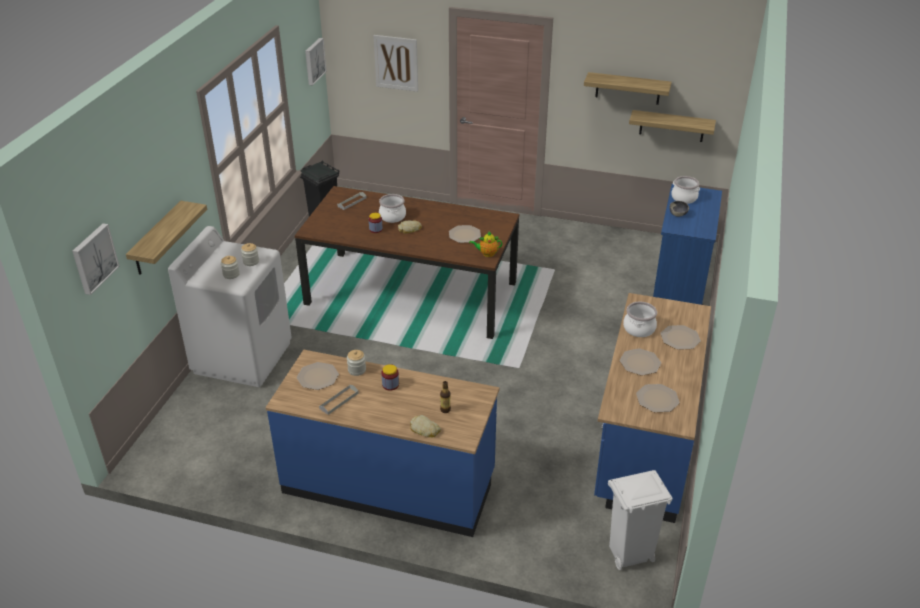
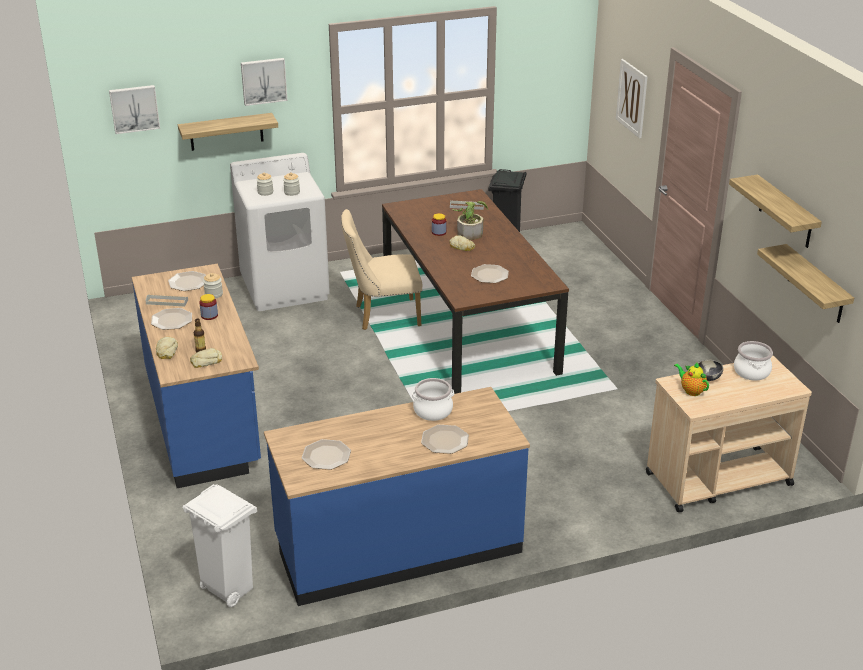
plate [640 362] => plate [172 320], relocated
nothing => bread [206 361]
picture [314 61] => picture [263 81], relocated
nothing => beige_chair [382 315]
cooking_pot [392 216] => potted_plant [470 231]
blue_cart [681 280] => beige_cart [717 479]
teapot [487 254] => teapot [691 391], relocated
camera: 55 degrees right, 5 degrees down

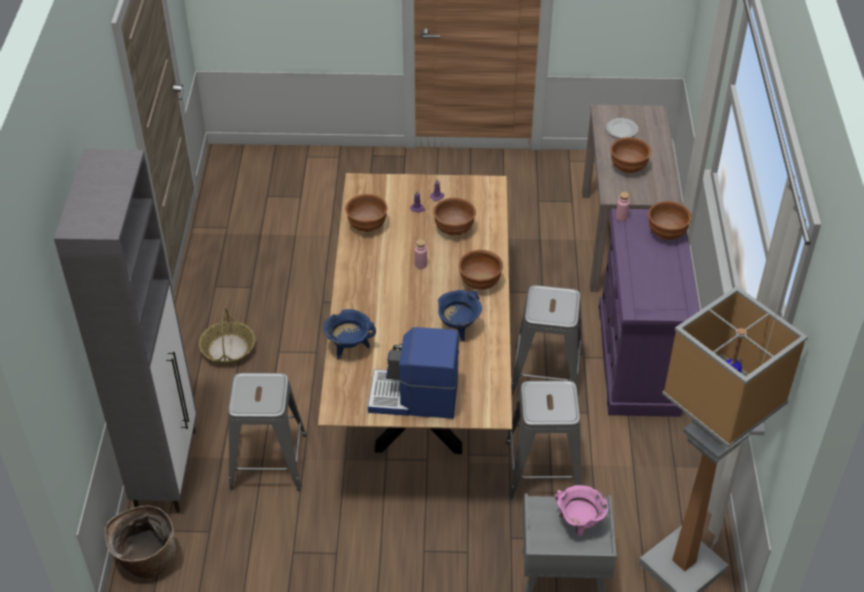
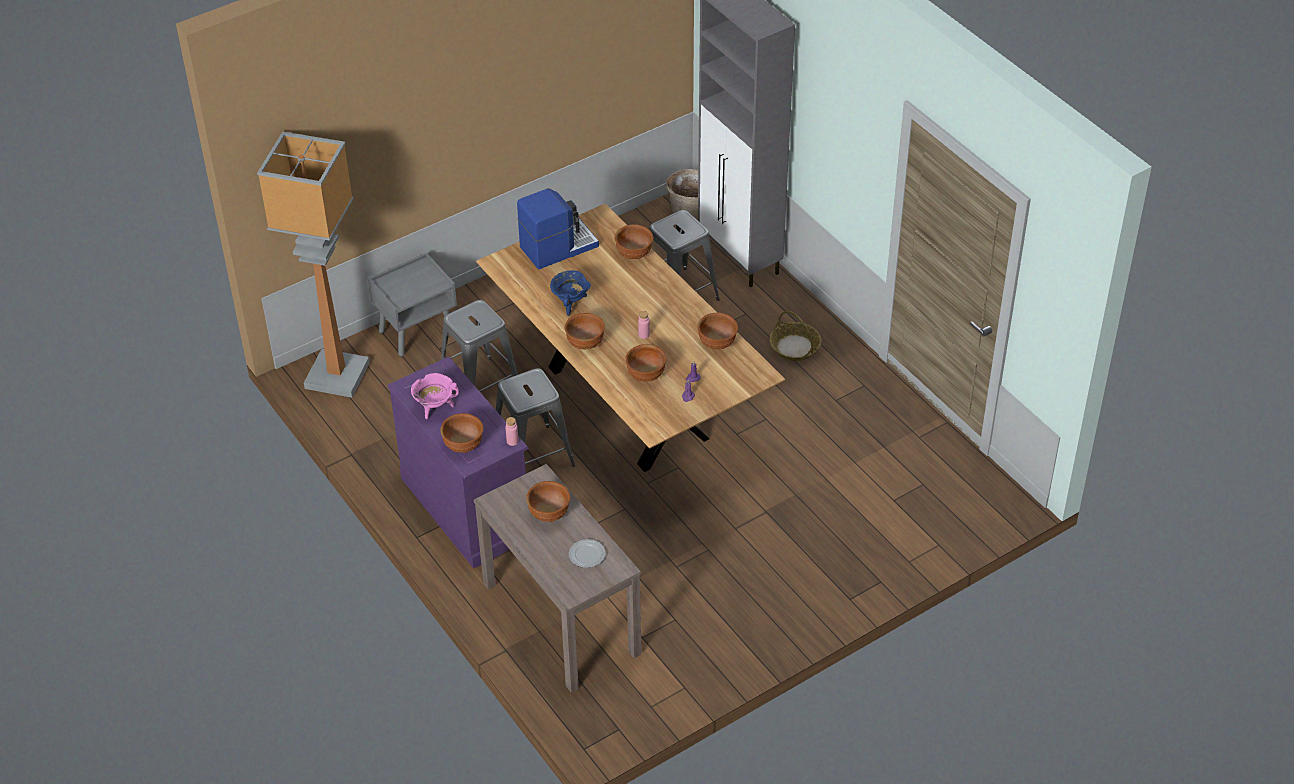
pink_cooking_pot [579 524] => pink_cooking_pot [435 408], relocated
blue_cooking_pot [349 347] => brown_bowl [634 254]
camera: 145 degrees right, 0 degrees up

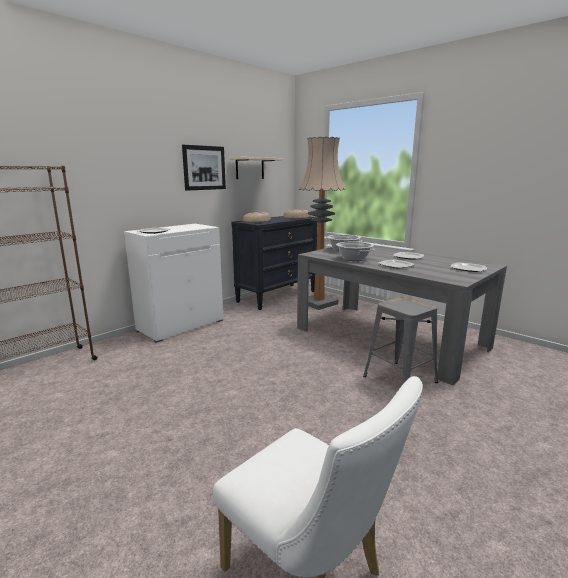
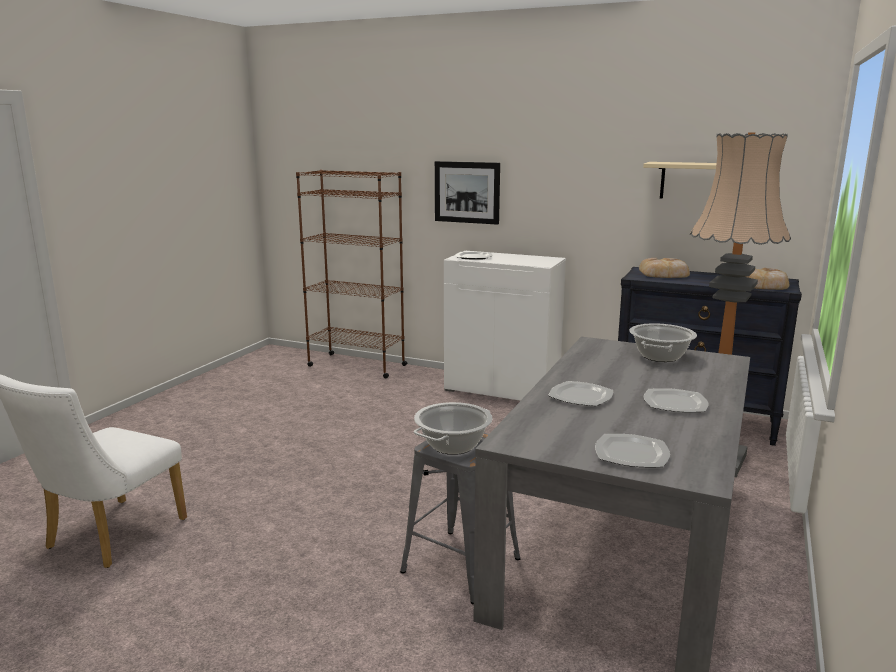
cooking_pot [354 259] => cooking_pot [453 445], relocated
picture [204 168] => picture [467 192], relocated
camera: 70 degrees right, 0 degrees up

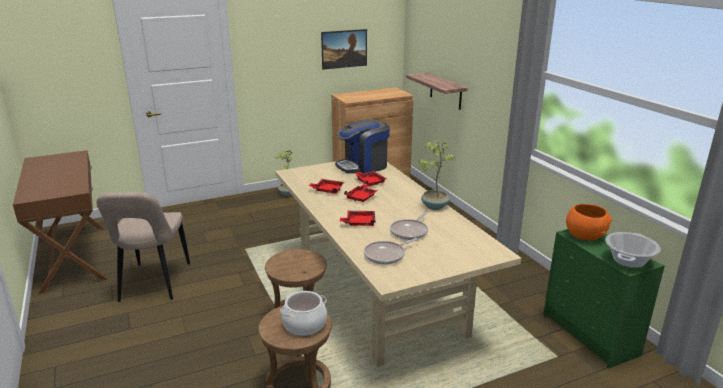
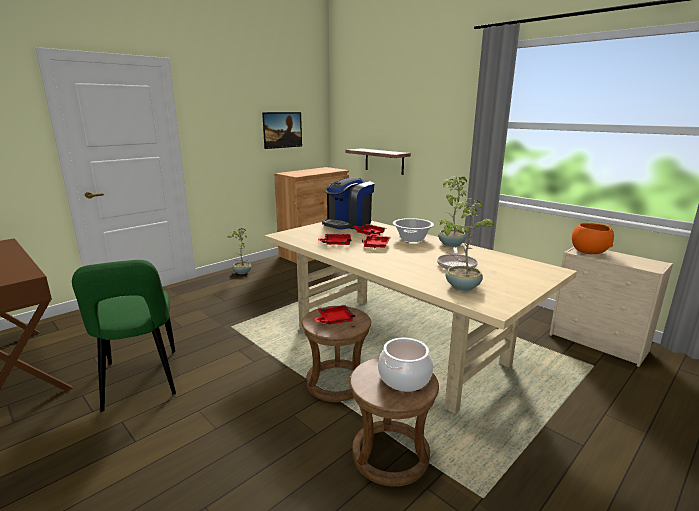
beige_chair [154 284] => green_chair [140 382]
red_tray [359 223] => red_tray [334 320], relocated
cooking_pot [628 261] => cooking_pot [412 238], relocated
frying_pan [386 255] => potted_plant [462 286]
green_dresser [590 335] => beige_dresser [599 343]
camera: 20 degrees left, 5 degrees down

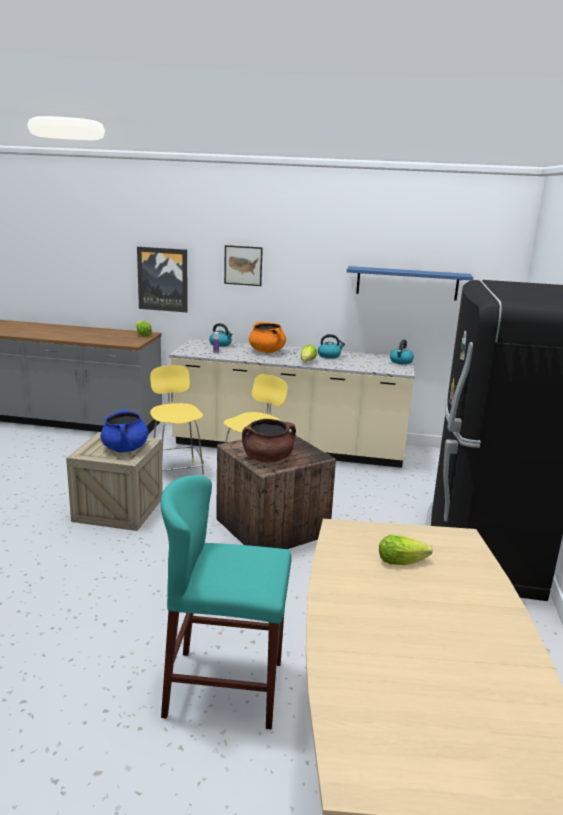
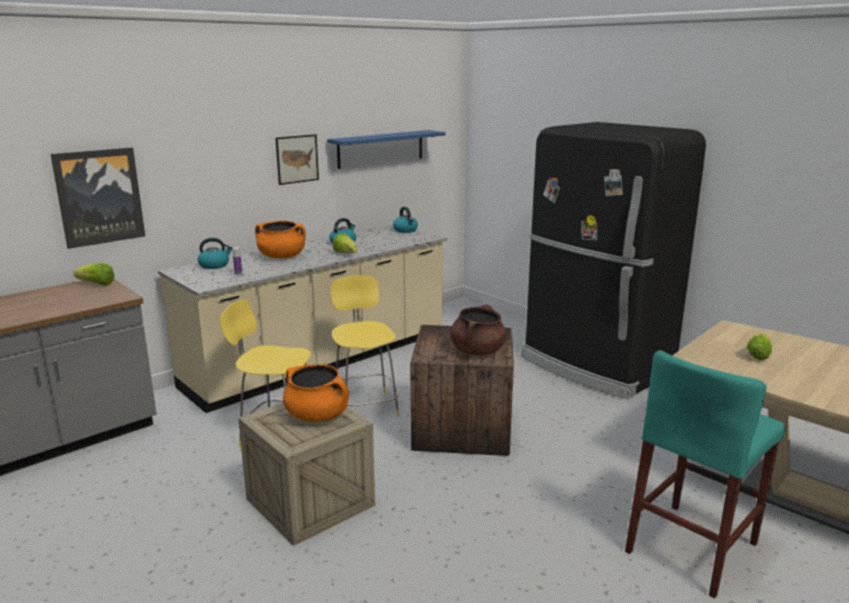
picture [243 265] => picture [297 159], relocated
blue_cooking_pot [125 449] => orange_cooking_pot [317 415]
camera: 50 degrees left, 0 degrees up

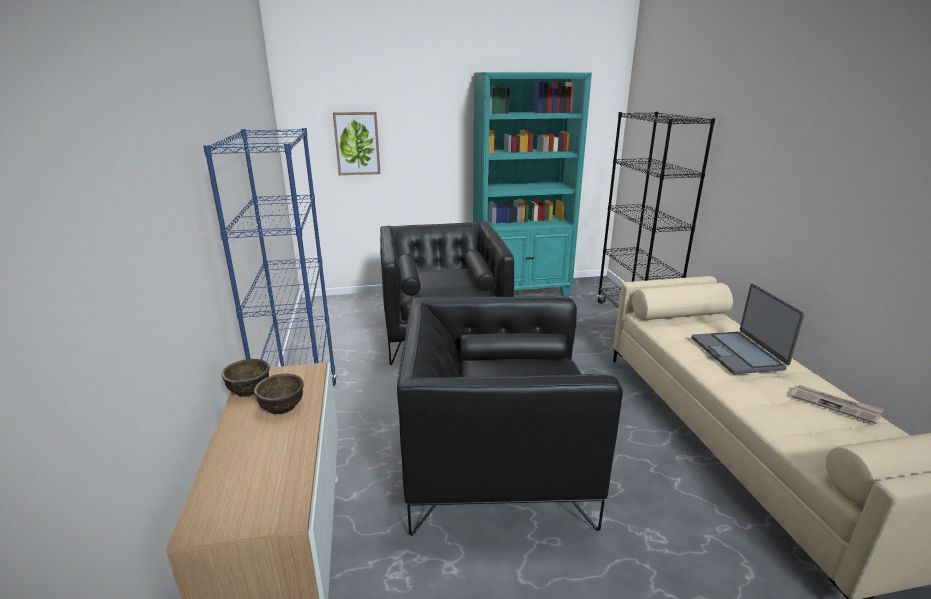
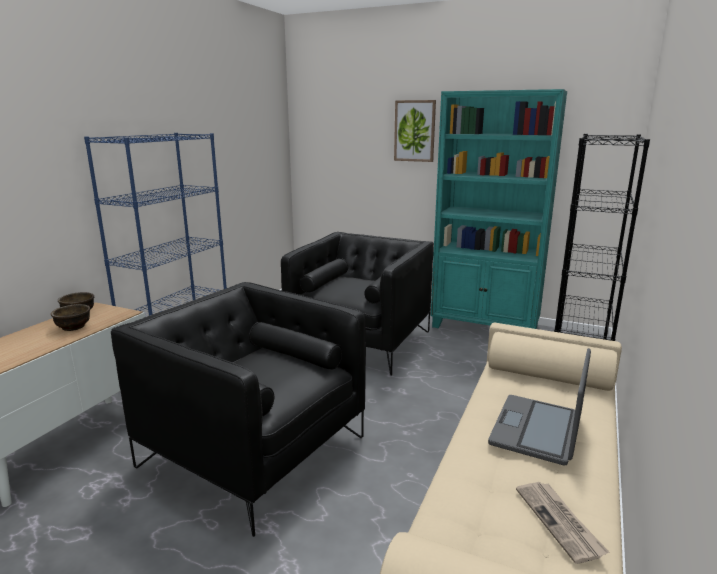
picture [357 143] => picture [414 131], relocated
camera: 35 degrees right, 5 degrees down

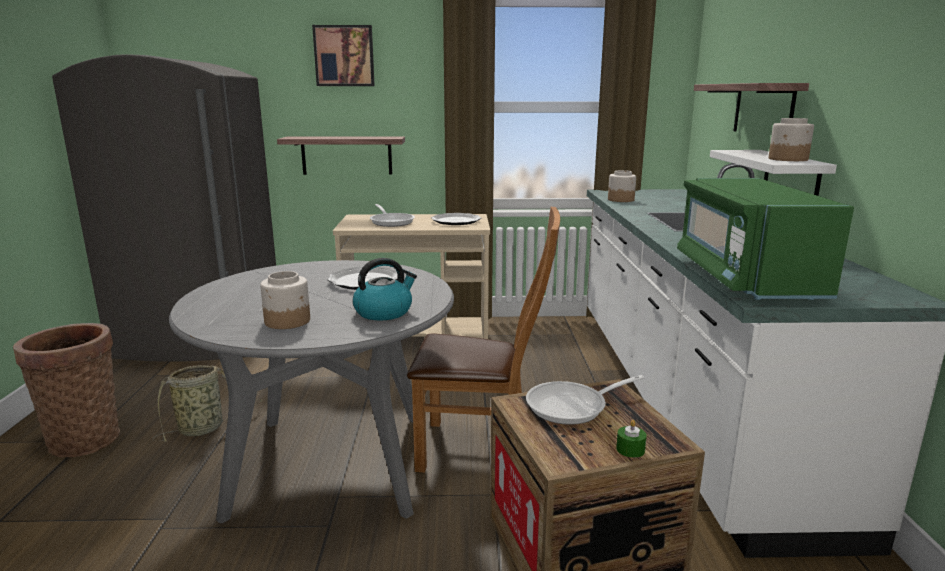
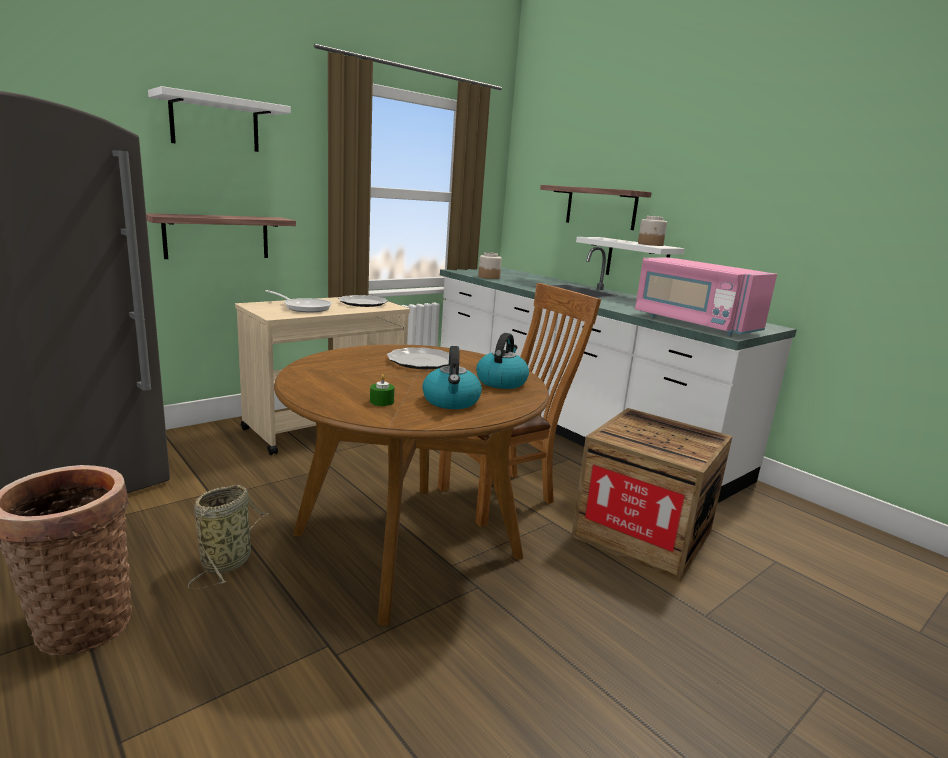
picture [344 56] => white_shelf [215 123]
grey_dining_table [331 463] => brown_dining_table [407 544]
green_candle [630 449] => green_candle [382 401], relocated
jar [288 321] => kettle [451 401]
green_microwave [745 277] => pink_microwave [693 324]
frying_pan [573 407] => nothing
camera: 40 degrees left, 0 degrees up

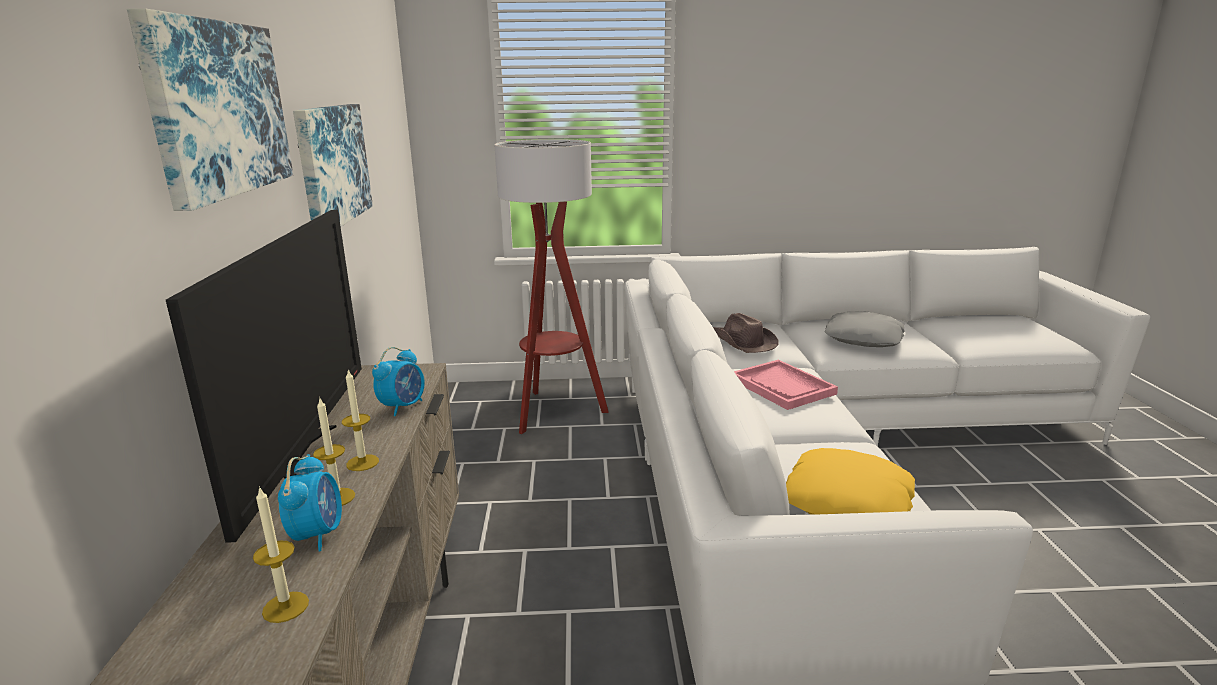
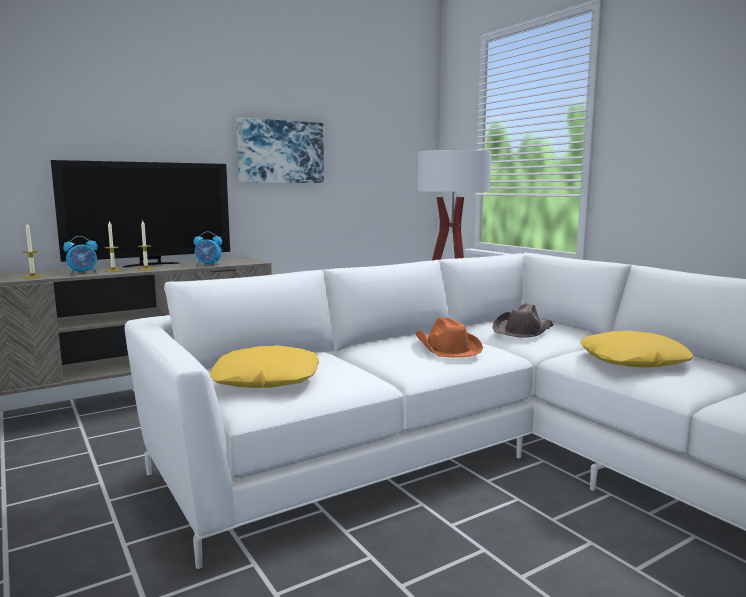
pink_tray [782 387] => orange_hat [446 348]
grey_pillow [864 338] => yellow_pillow [633 360]
picture [217 109] => nothing
camera: 60 degrees right, 10 degrees down

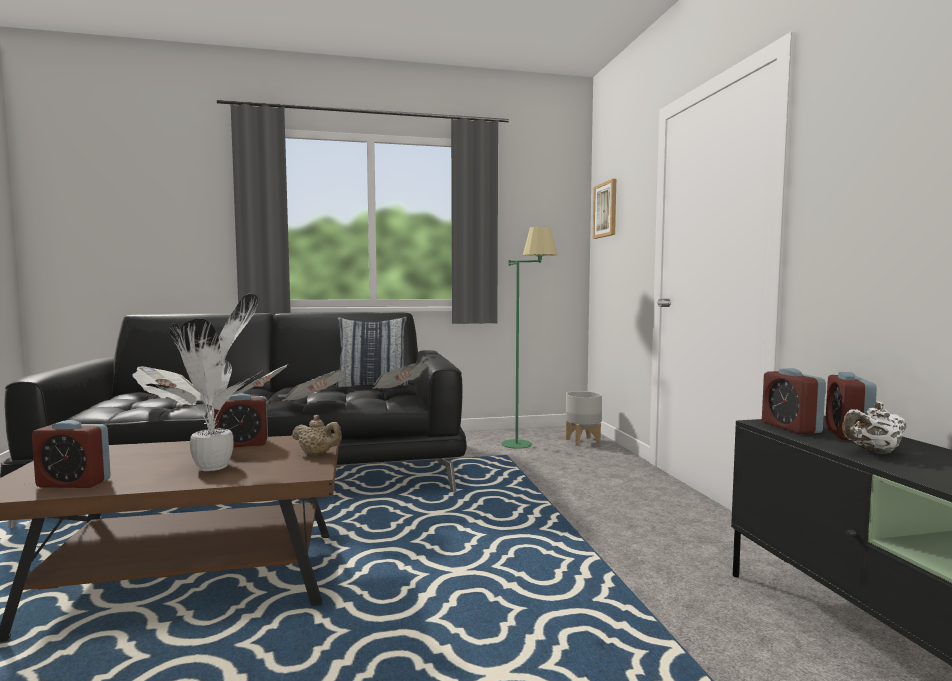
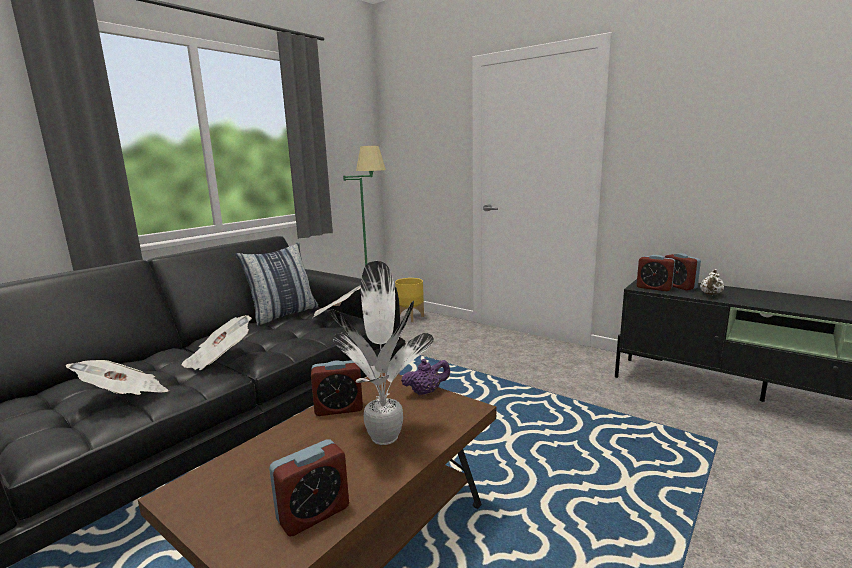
alarm_clock [242 444] => alarm_clock [339 408], 45 degrees clockwise
grey_planter [583 441] => yellow_planter [410 317]
beige_teapot [317 454] => purple_teapot [426 392]
newspaper [314 403] => nothing
picture [605 210] => nothing
camera: 40 degrees left, 10 degrees up

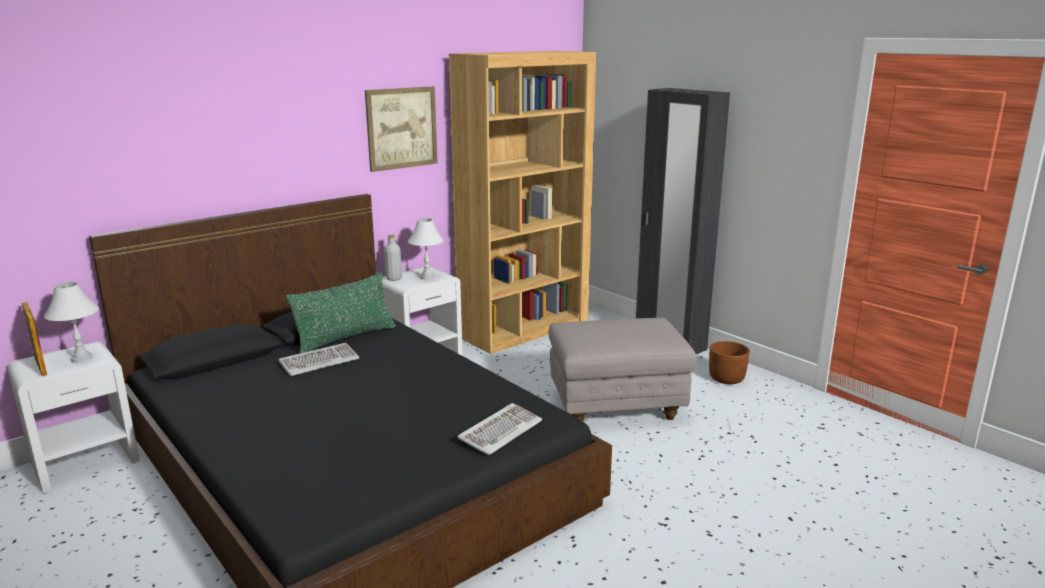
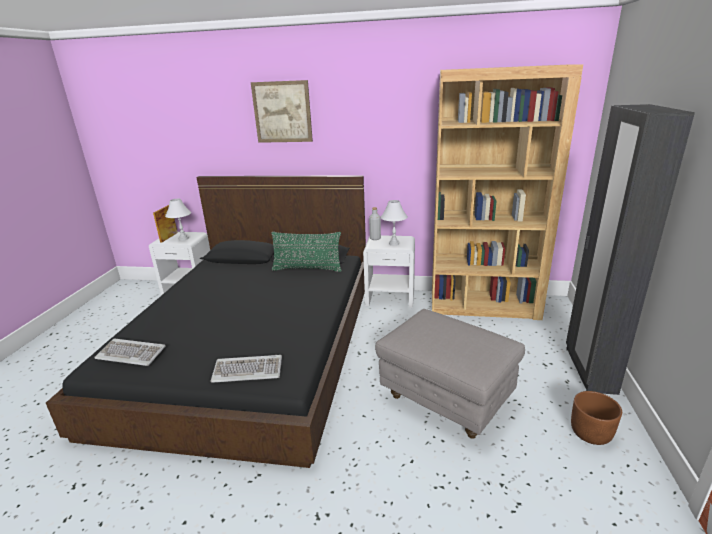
keyboard [319 362] => keyboard [132 354], relocated
picture [402 128] => picture [282 112], relocated
camera: 50 degrees right, 5 degrees up

